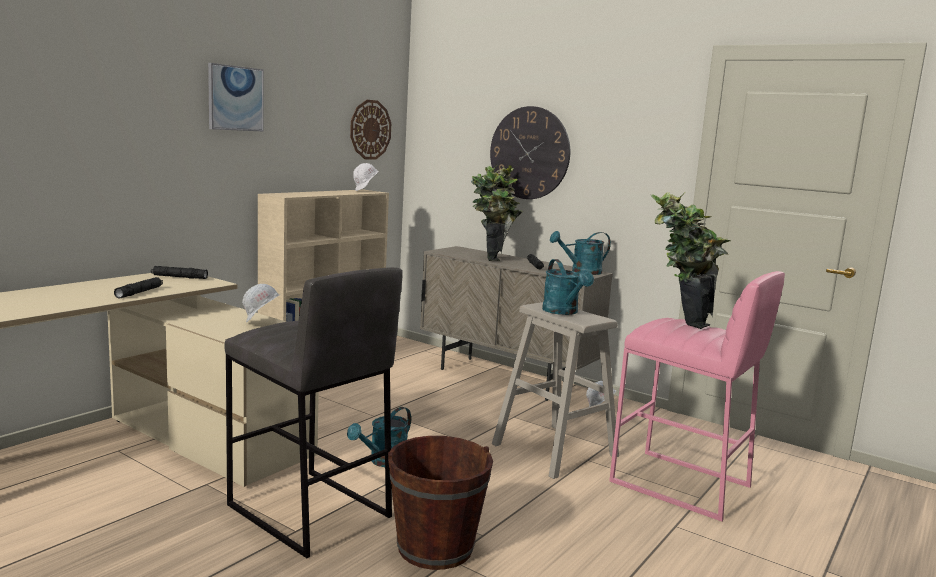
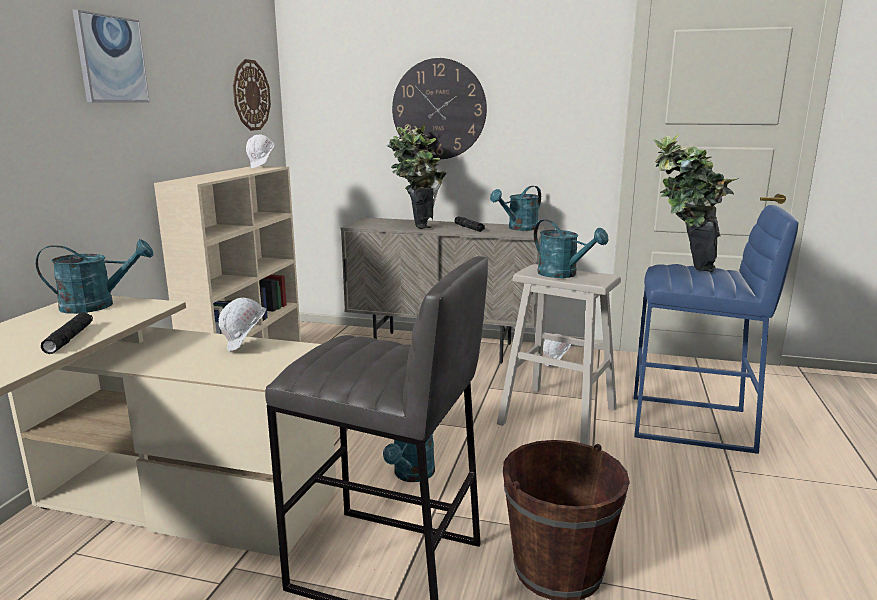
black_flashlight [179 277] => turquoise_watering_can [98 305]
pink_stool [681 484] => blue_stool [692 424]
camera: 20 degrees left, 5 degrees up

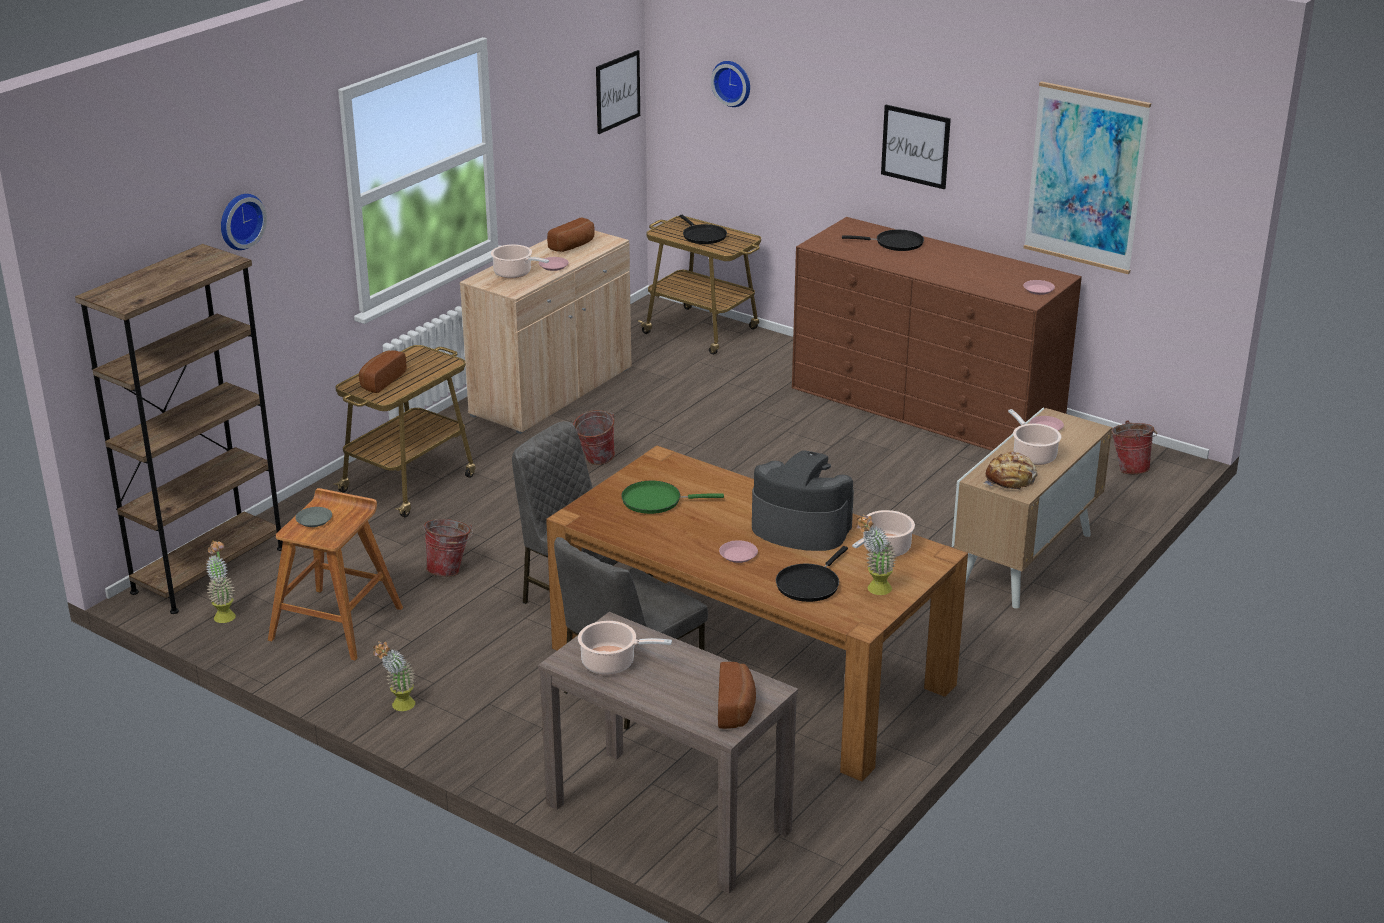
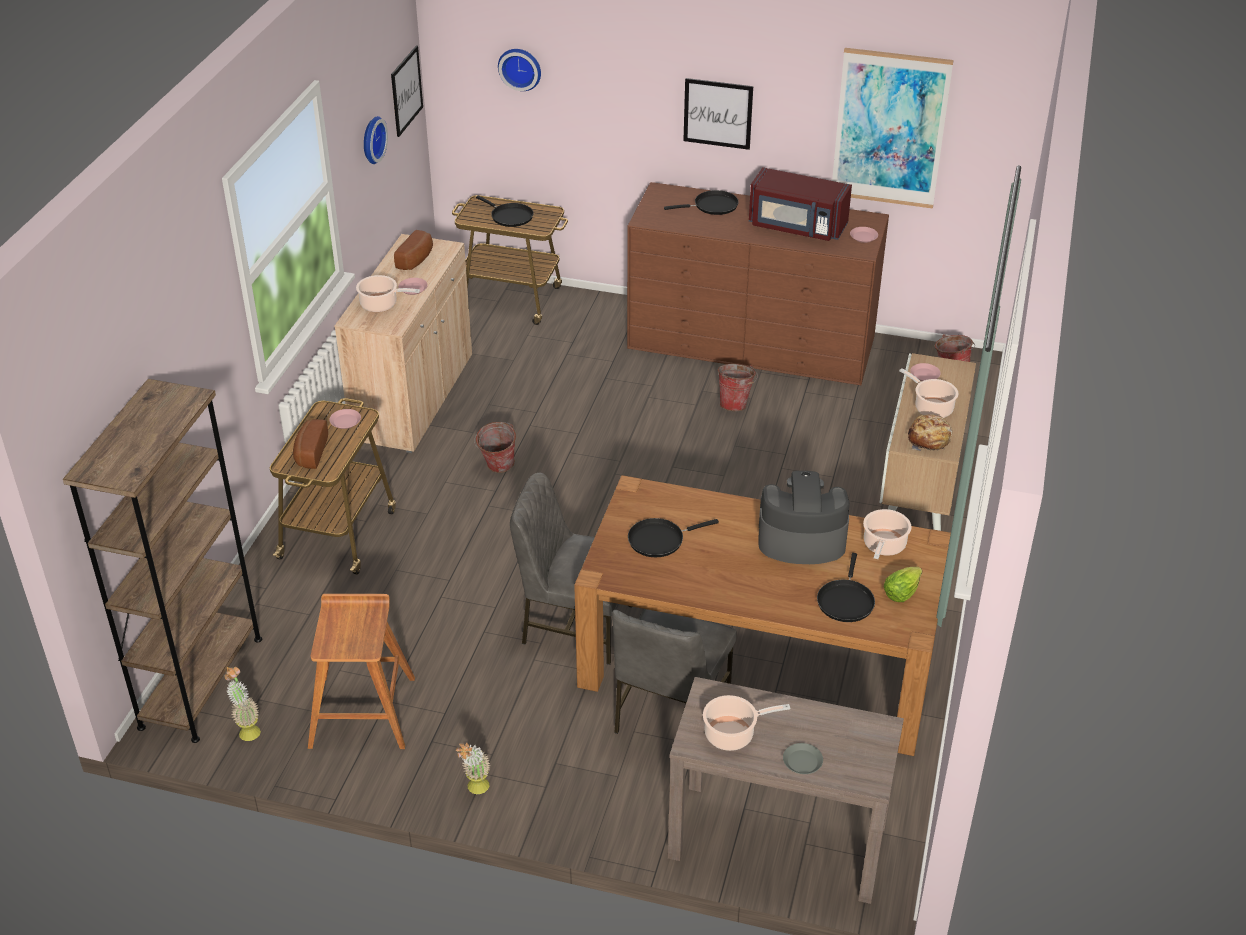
pink_plate [738 554] => pink_plate [345 421], relocated
wall_clock [239 220] => wall_clock [371 139], relocated
green_frying_pan [656 501] => black_frying_pan [659 540]
bucket [450 570] => bucket [735 404], relocated
nothing => red_microwave [797 227]
grey_plate [314 520] => grey_plate [802 761], relocated
potted_plant [873 590] => lettuce [901 593]
bread [737 708] => nothing
camera: 20 degrees left, 10 degrees up

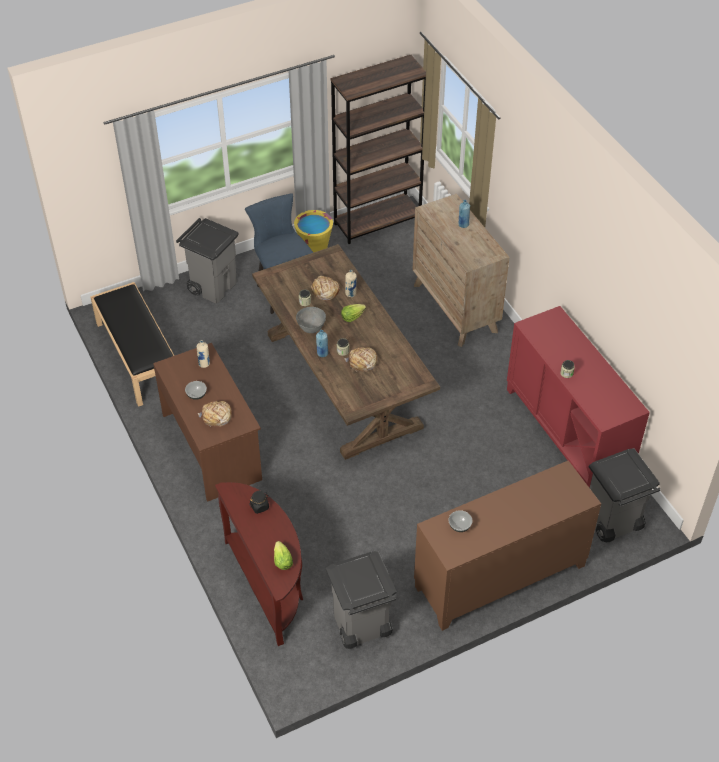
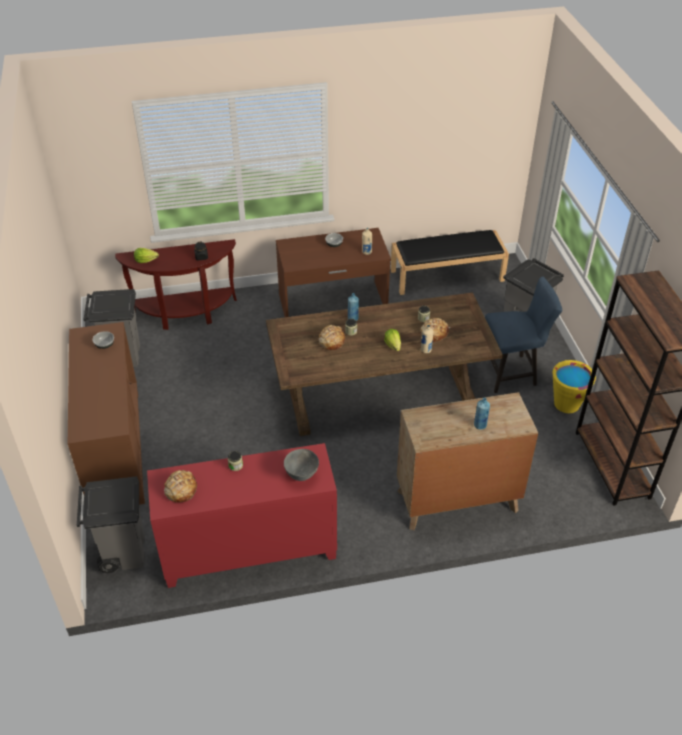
bread [216 417] => bread [181 489], relocated
grey_bowl [311 328] => grey_bowl [301 474], relocated
camera: 105 degrees right, 5 degrees down

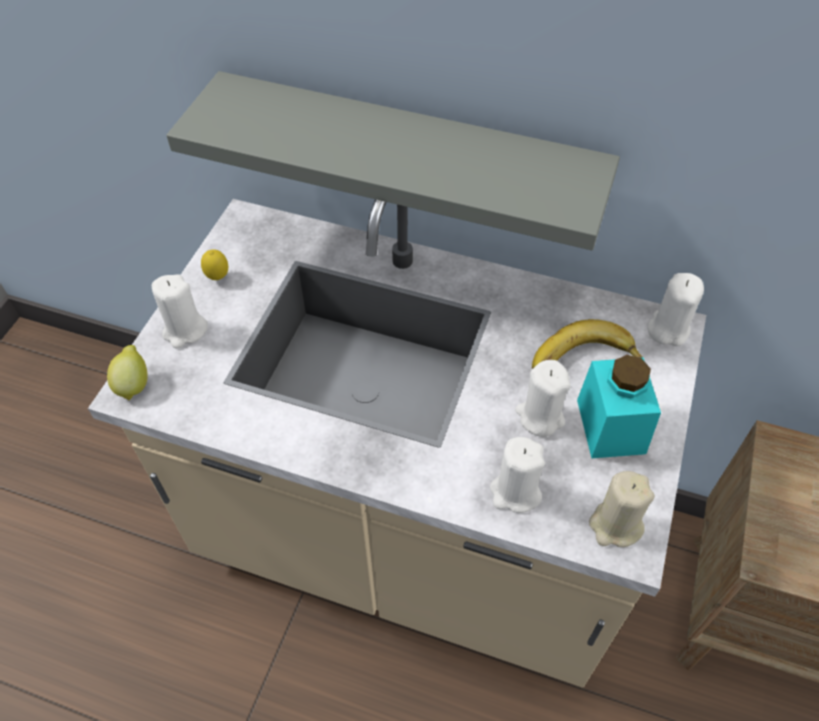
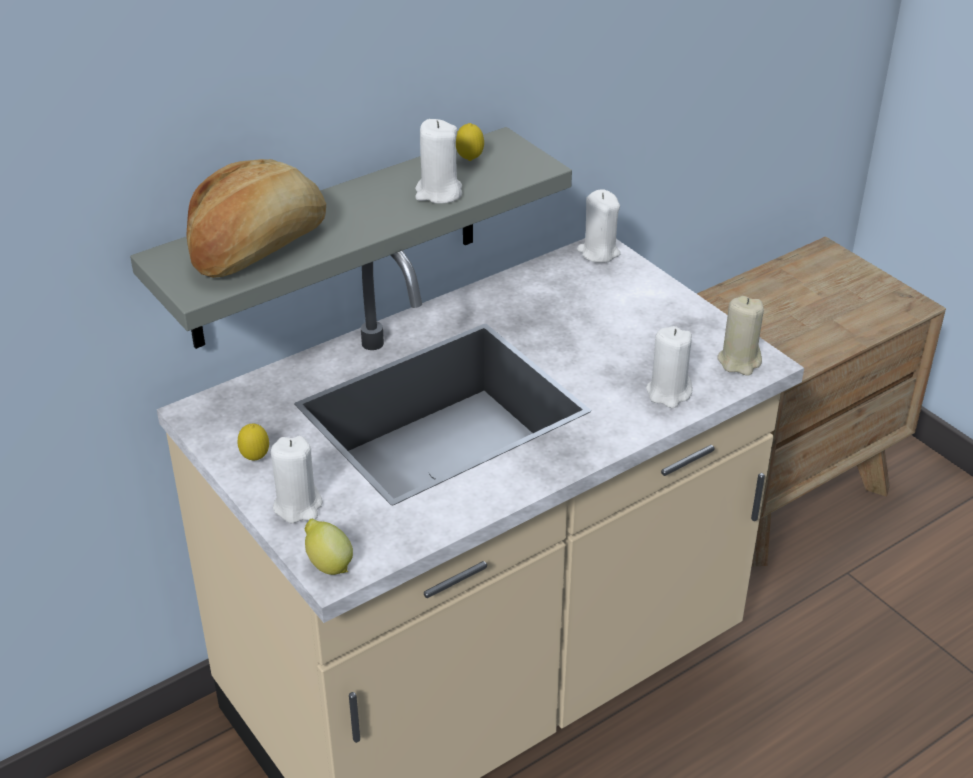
nothing => bread [258 247]
white_candle [540 416] => white_candle [438 193], relocated
nothing => lemon [469 160]
banana [585 362] => nothing
turquoise_jar [610 426] => nothing
camera: 55 degrees left, 15 degrees down

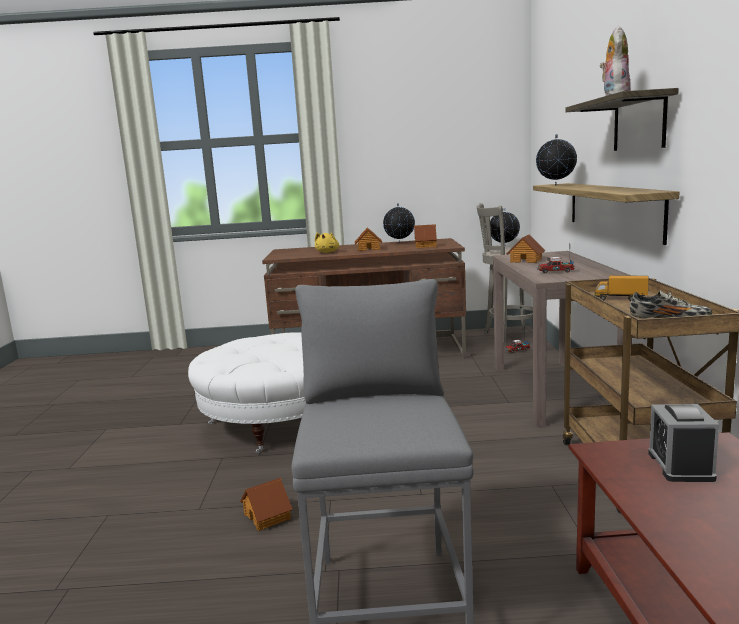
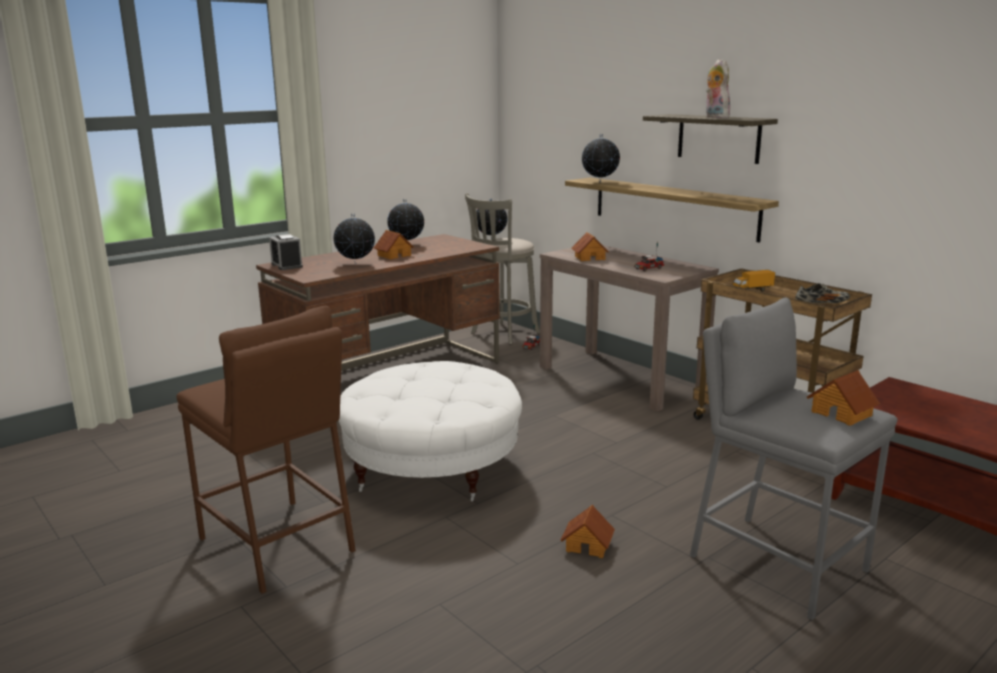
nothing => brown_stool [277 544]
alarm_clock [680 466] => alarm_clock [287 265], relocated
yellow_plush_toy [327 252] => globe [356 264]
toy_house [426 246] => toy_house [842 413], relocated
camera: 40 degrees left, 5 degrees up

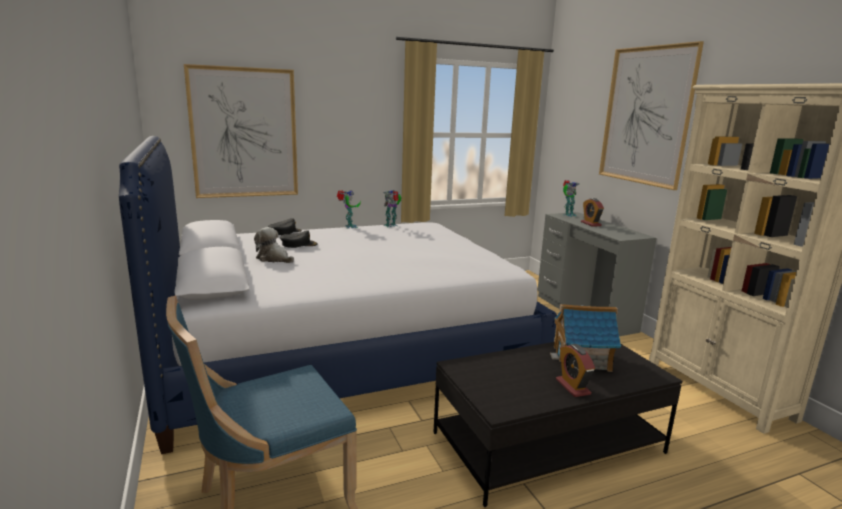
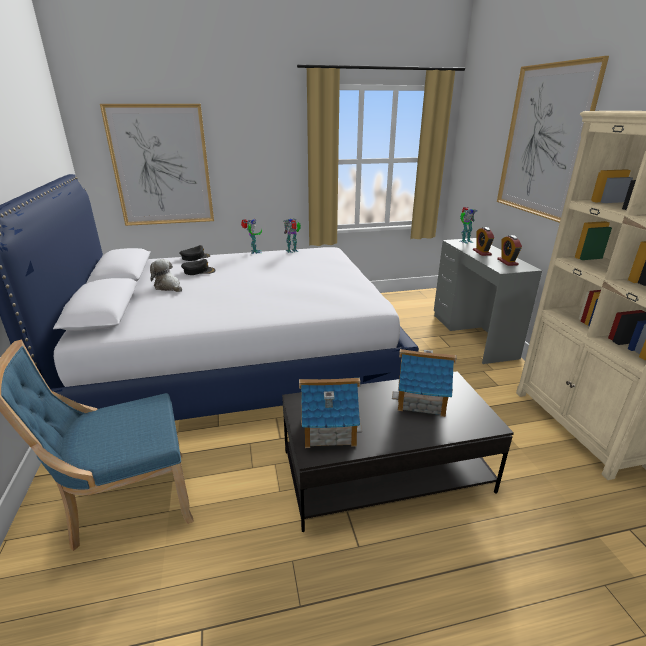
nothing => toy_house [328 429]
alarm_clock [572 387] => alarm_clock [507 262], relocated
camera: 10 degrees right, 10 degrees up

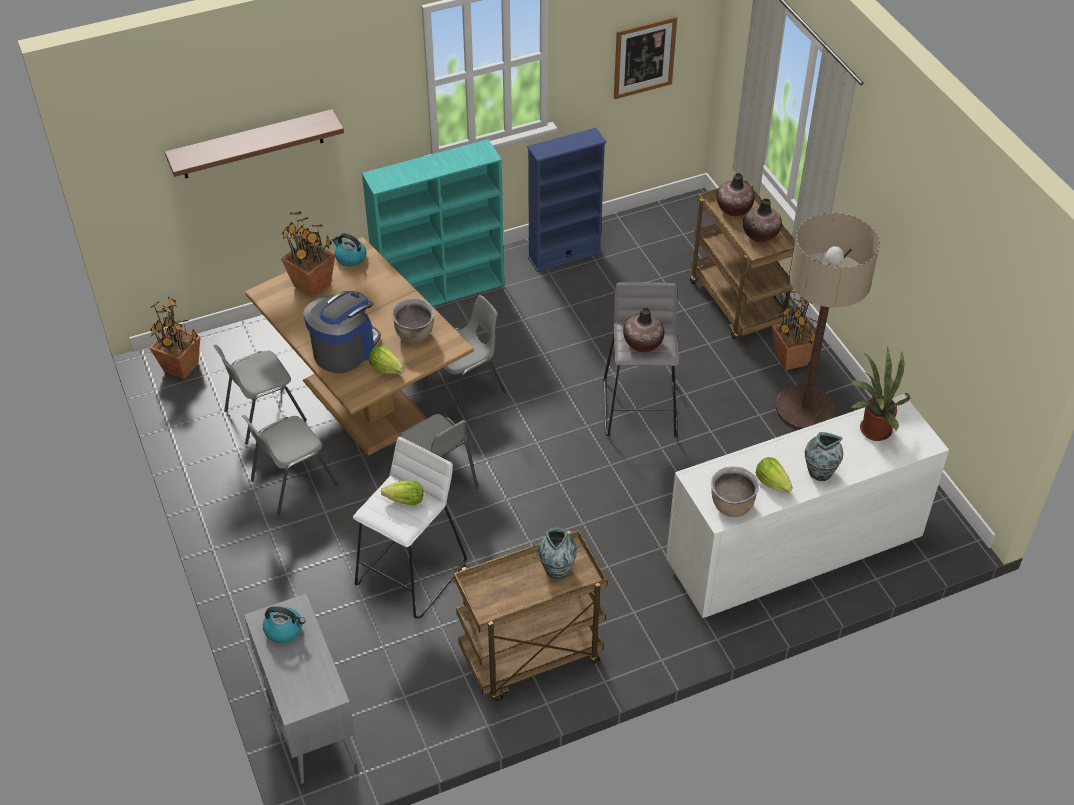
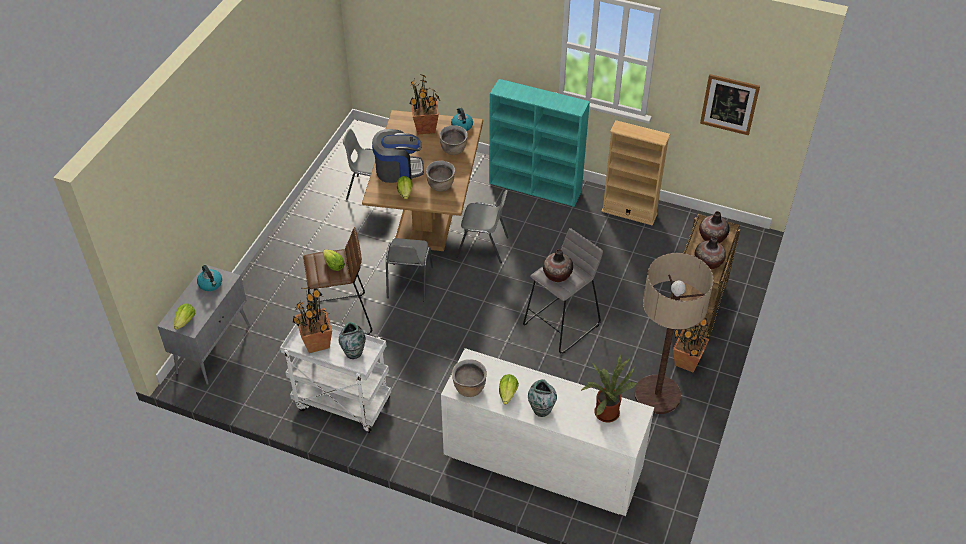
nothing => lettuce [185 321]
brown_cart [530 658] => white_cart [341 403]
potted_plant [181 368] => potted_plant [316 343], relocated
white_stool [412 573] => brown_stool [341 318]
nothing => brown_cooking_pot [454 150]
blue_bookcase [564 255] => beige_bookcase [629 212]
shelf [252 144] => nothing
grey_chair [292 482] => nothing
camera: 45 degrees right, 0 degrees up

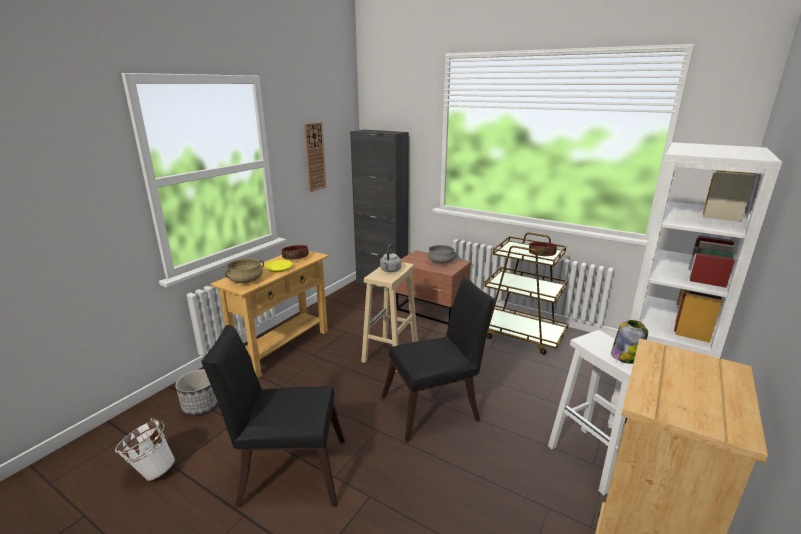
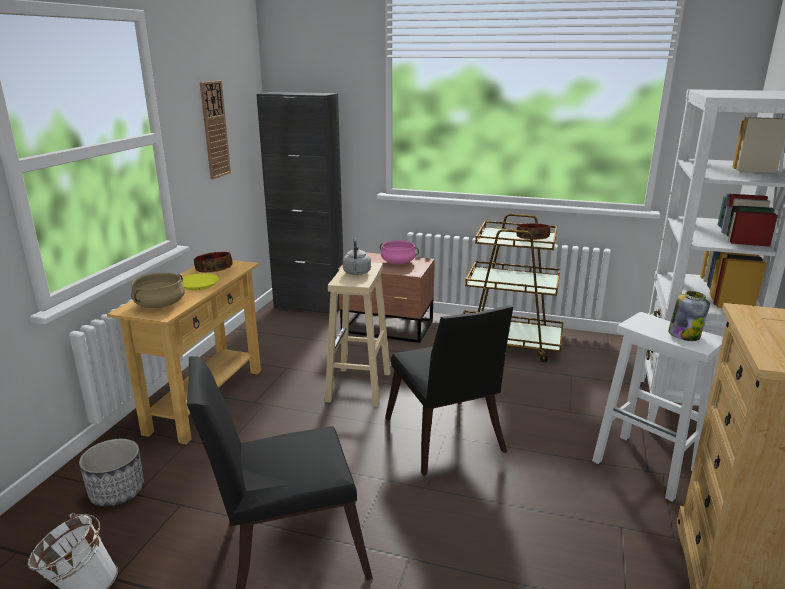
grey_cooking_pot [441 262] => pink_cooking_pot [398 262]
black_chair [436 407] => black_chair [445 441], 105 degrees clockwise
camera: 15 degrees left, 0 degrees up

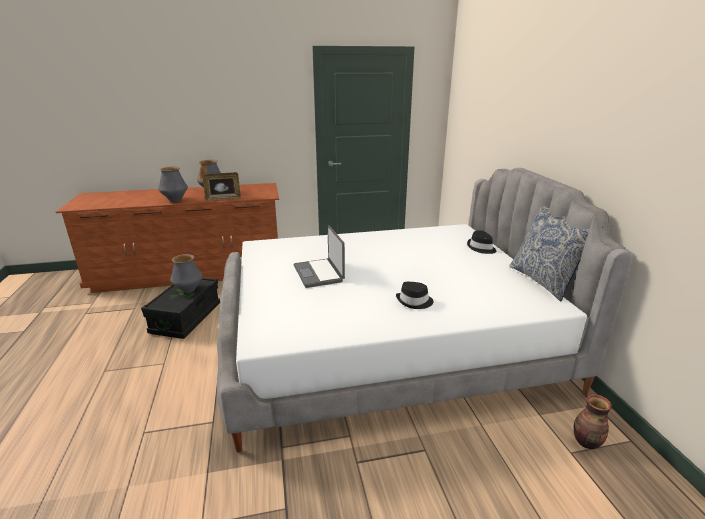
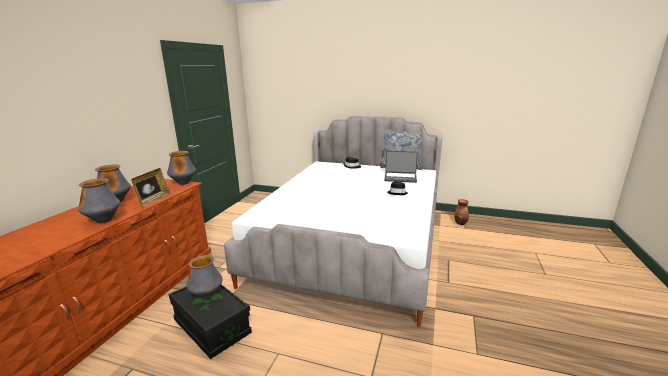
nothing => vase [183 183]
laptop [319 273] => laptop [400 178], relocated
camera: 60 degrees left, 5 degrees down

